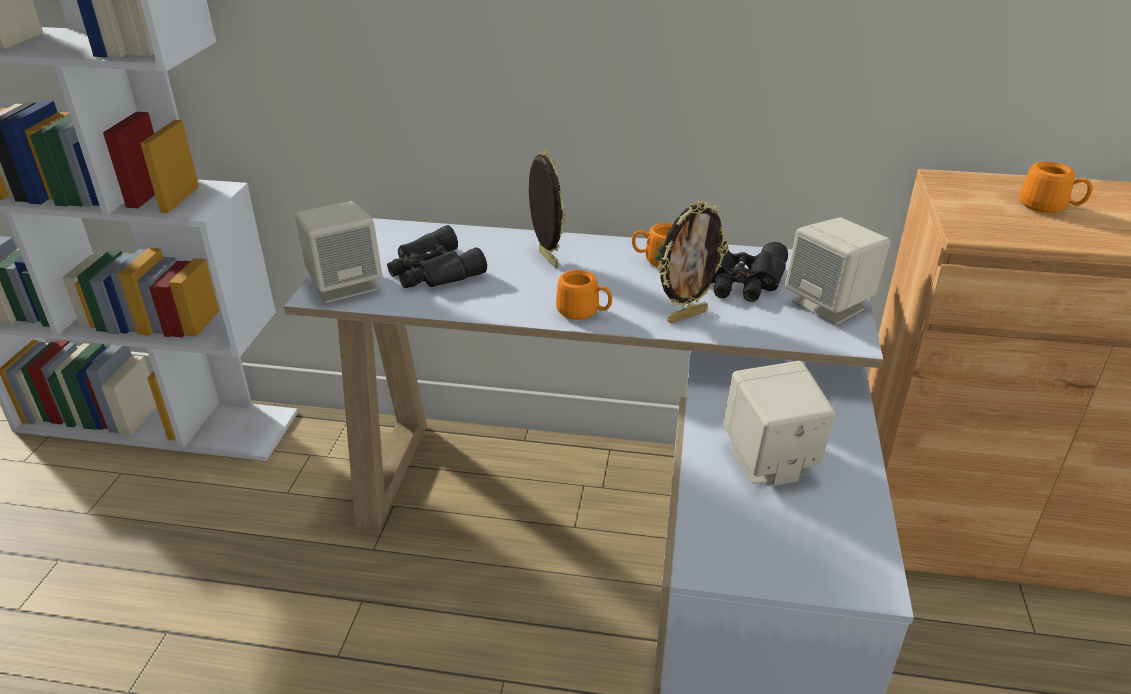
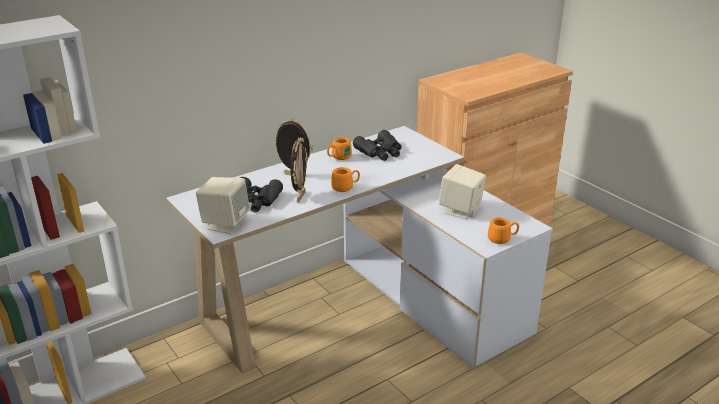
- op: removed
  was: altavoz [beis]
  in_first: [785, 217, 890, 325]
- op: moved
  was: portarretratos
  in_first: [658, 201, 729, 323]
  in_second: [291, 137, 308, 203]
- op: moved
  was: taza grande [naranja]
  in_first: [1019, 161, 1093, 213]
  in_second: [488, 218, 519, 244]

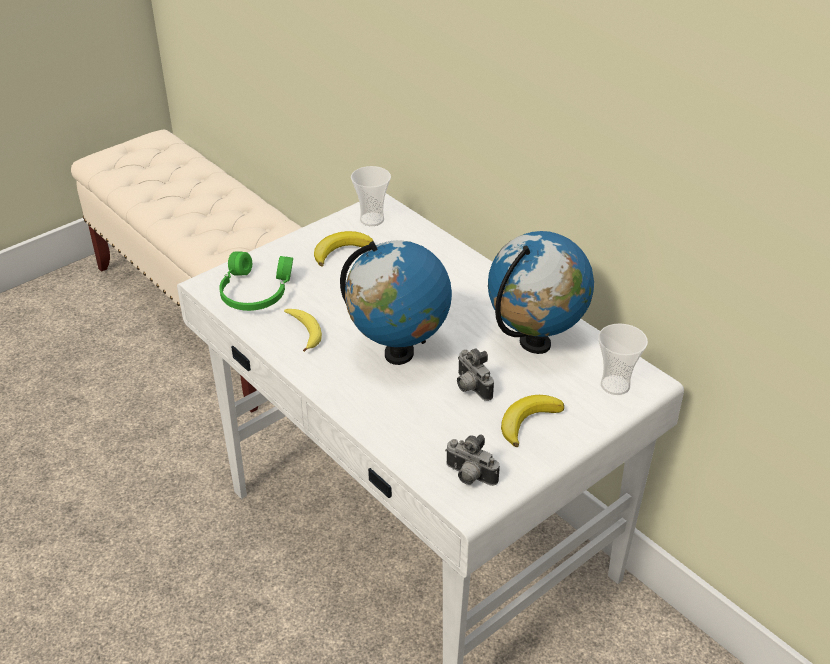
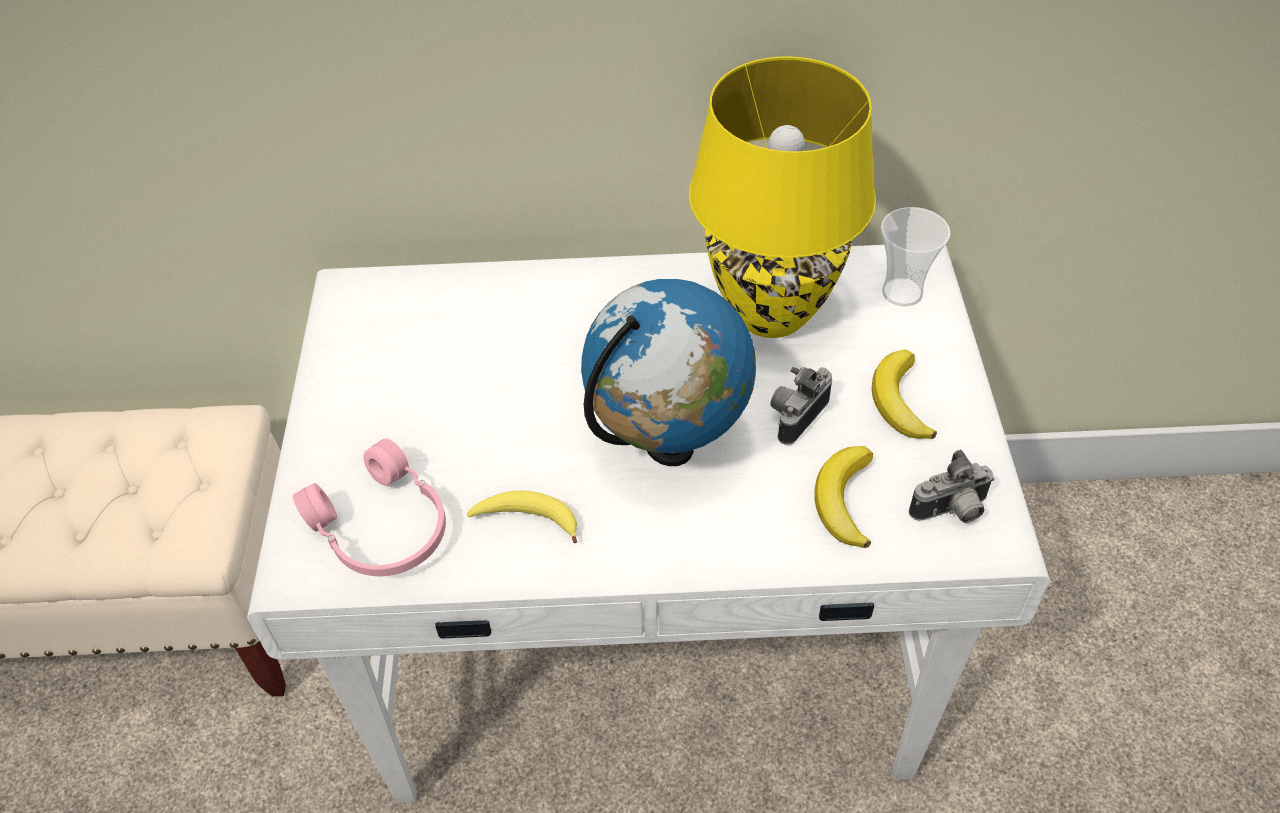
- op: removed
  was: taza
  in_first: [351, 166, 391, 226]
- op: moved
  was: plátano
  in_first: [314, 231, 373, 267]
  in_second: [815, 446, 873, 548]
- op: replaced
  was: globo terráqueo
  now: lámpara de mesa [amarillo]
  in_first: [488, 231, 594, 354]
  in_second: [689, 56, 876, 338]
- op: recoloured
  was: auriculares [verde]
  now: auriculares [rosa]
  in_first: [219, 252, 293, 311]
  in_second: [293, 438, 446, 576]
- op: turned
  was: cámara
  in_first: [457, 349, 494, 401]
  in_second: [770, 367, 832, 445]
  clockwise: 120

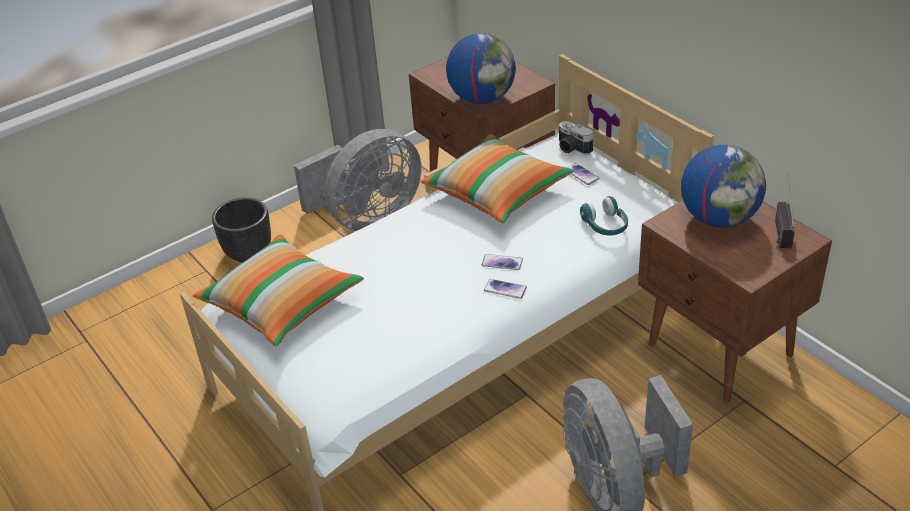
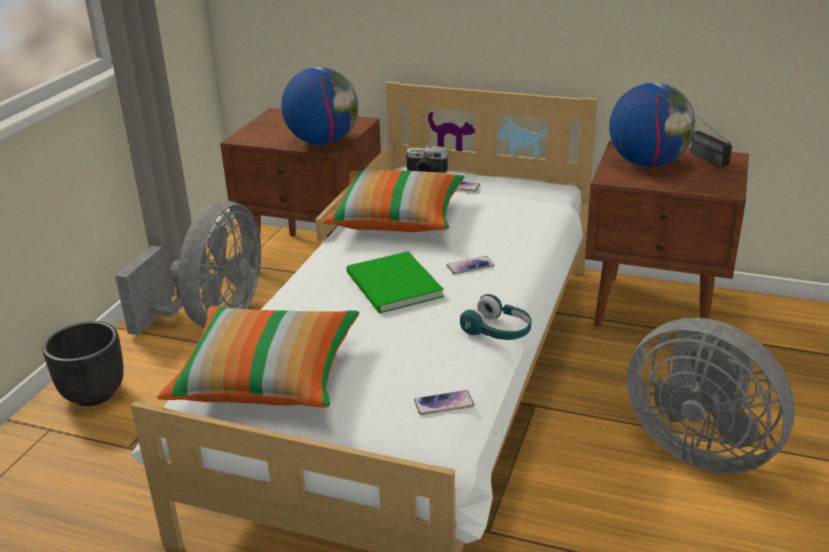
- op: added
  now: libro [verde]
  in_second: [346, 252, 444, 313]
- op: moved
  was: móvil
  in_first: [484, 279, 527, 299]
  in_second: [414, 390, 474, 415]
- op: moved
  was: auriculares [turquesa]
  in_first: [580, 196, 628, 235]
  in_second: [460, 294, 531, 340]

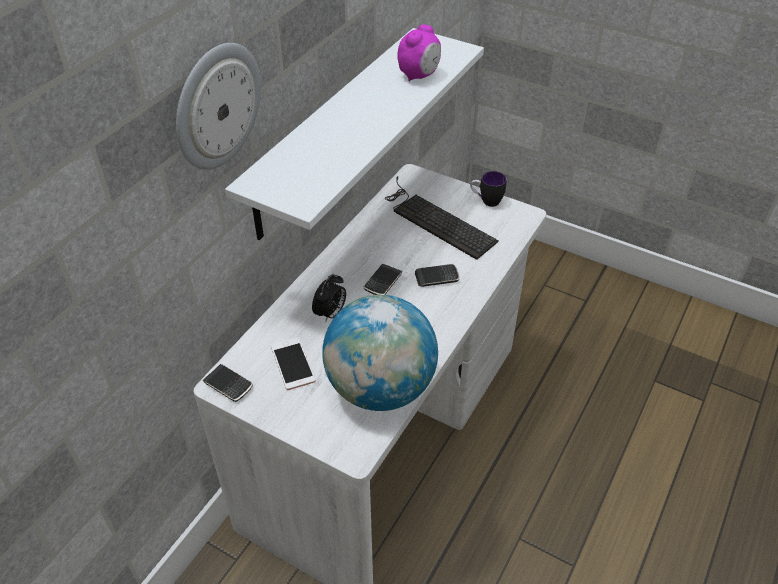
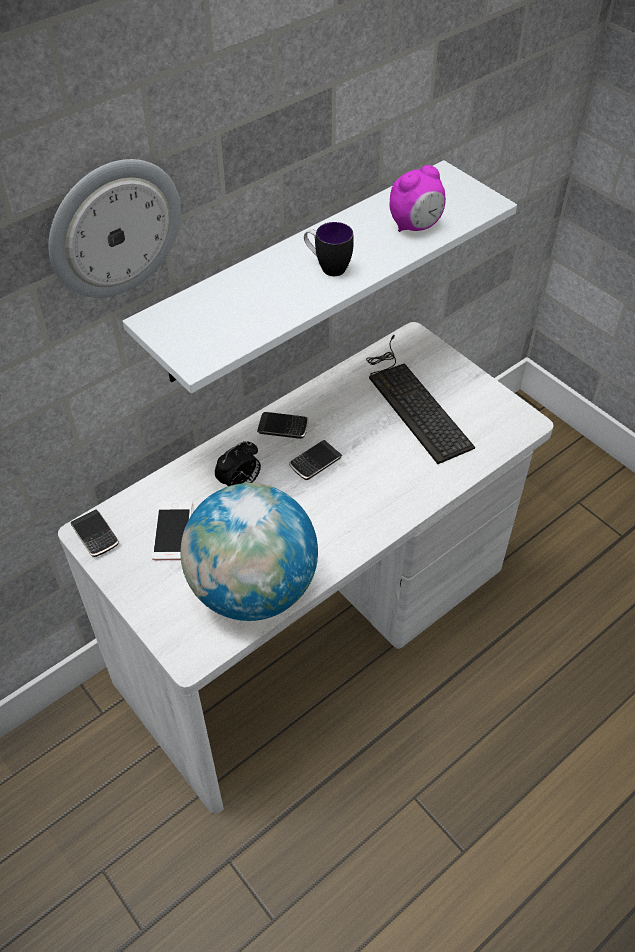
- op: moved
  was: móvil
  in_first: [415, 264, 459, 287]
  in_second: [257, 412, 309, 439]
- op: moved
  was: taza grande
  in_first: [470, 171, 507, 207]
  in_second: [304, 222, 354, 276]

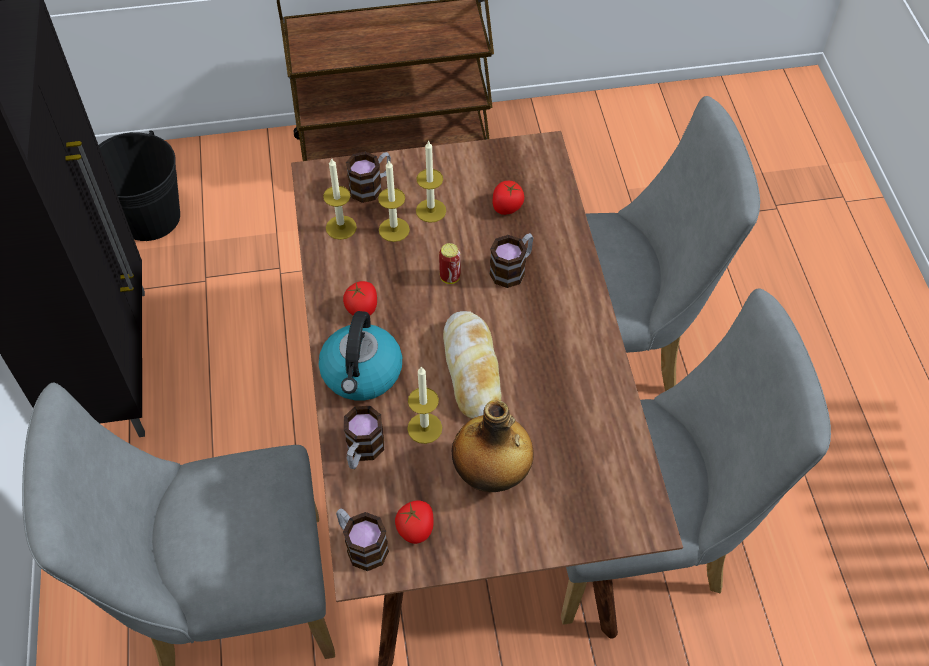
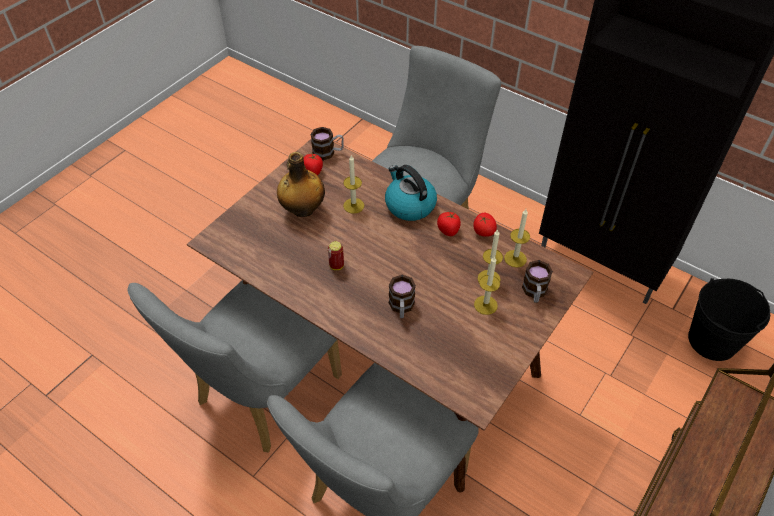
- op: removed
  was: taza grande
  in_first: [344, 406, 384, 469]
- op: removed
  was: pan
  in_first: [443, 311, 501, 419]
- op: moved
  was: lata
  in_first: [439, 243, 460, 284]
  in_second: [328, 241, 344, 270]
- op: moved
  was: tomate
  in_first: [492, 181, 524, 215]
  in_second: [473, 213, 497, 237]

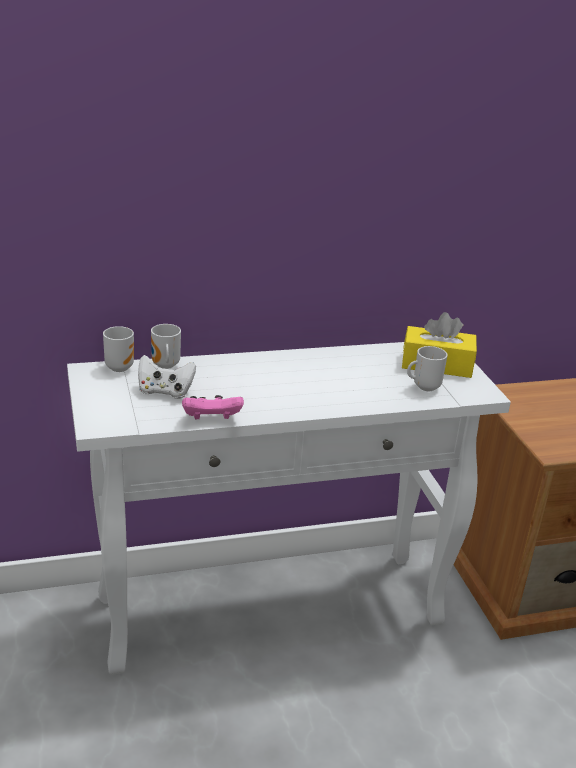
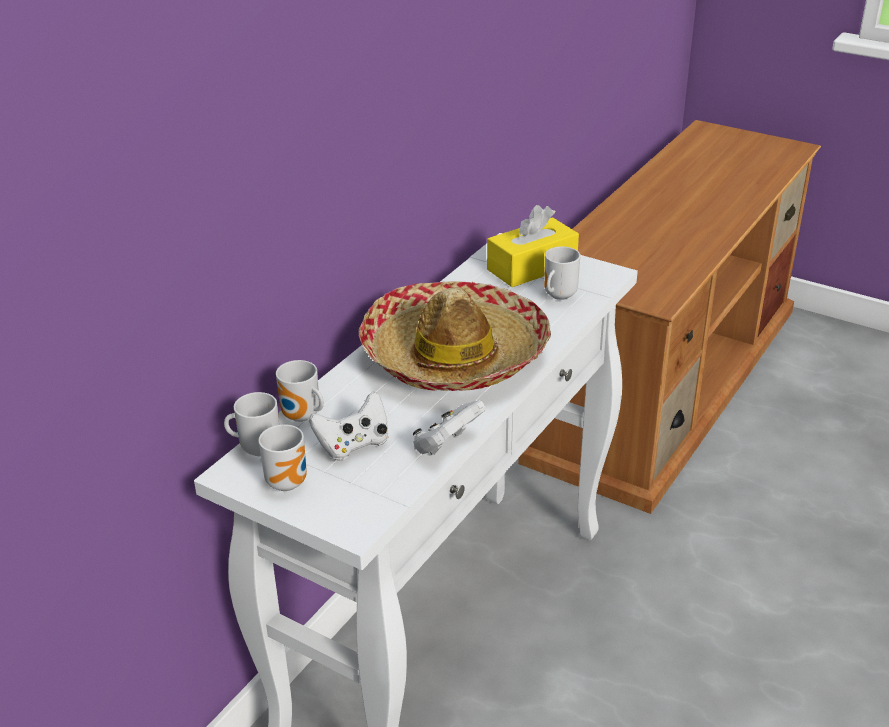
- op: added
  now: taza grande
  in_second: [259, 424, 307, 491]
- op: added
  now: sombrero
  in_second: [359, 281, 551, 391]
- op: recoloured
  was: mando de consola [rosa]
  now: mando de consola [blanco]
  in_first: [182, 395, 244, 420]
  in_second: [413, 400, 486, 455]

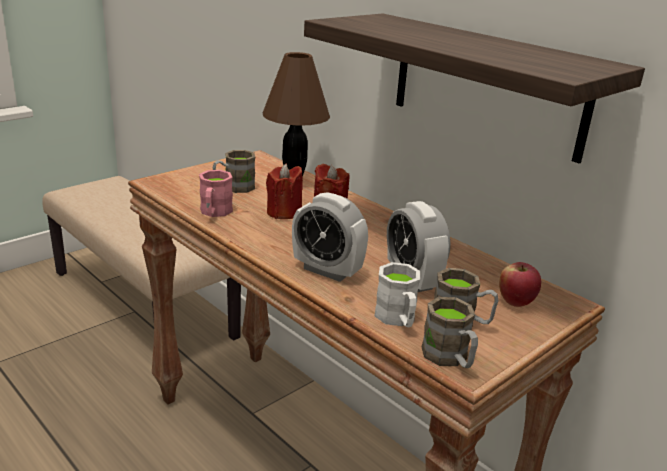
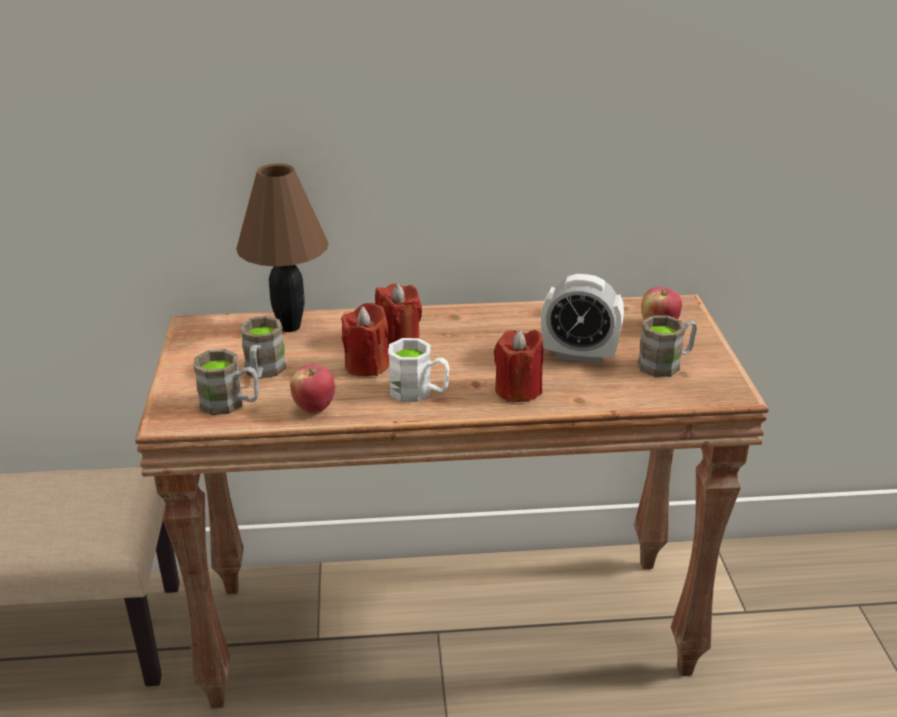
- op: removed
  was: estante
  in_first: [304, 13, 645, 164]
- op: moved
  was: taza grande [blanco]
  in_first: [375, 262, 420, 327]
  in_second: [388, 338, 450, 402]
- op: moved
  was: taza grande [marrón]
  in_first: [421, 297, 478, 368]
  in_second: [193, 349, 259, 415]
- op: replaced
  was: taza grande [rosa]
  now: manzana
  in_first: [199, 170, 233, 217]
  in_second: [290, 364, 335, 414]
- op: replaced
  was: despertador
  now: vela [rojo]
  in_first: [292, 192, 368, 282]
  in_second: [494, 329, 544, 402]

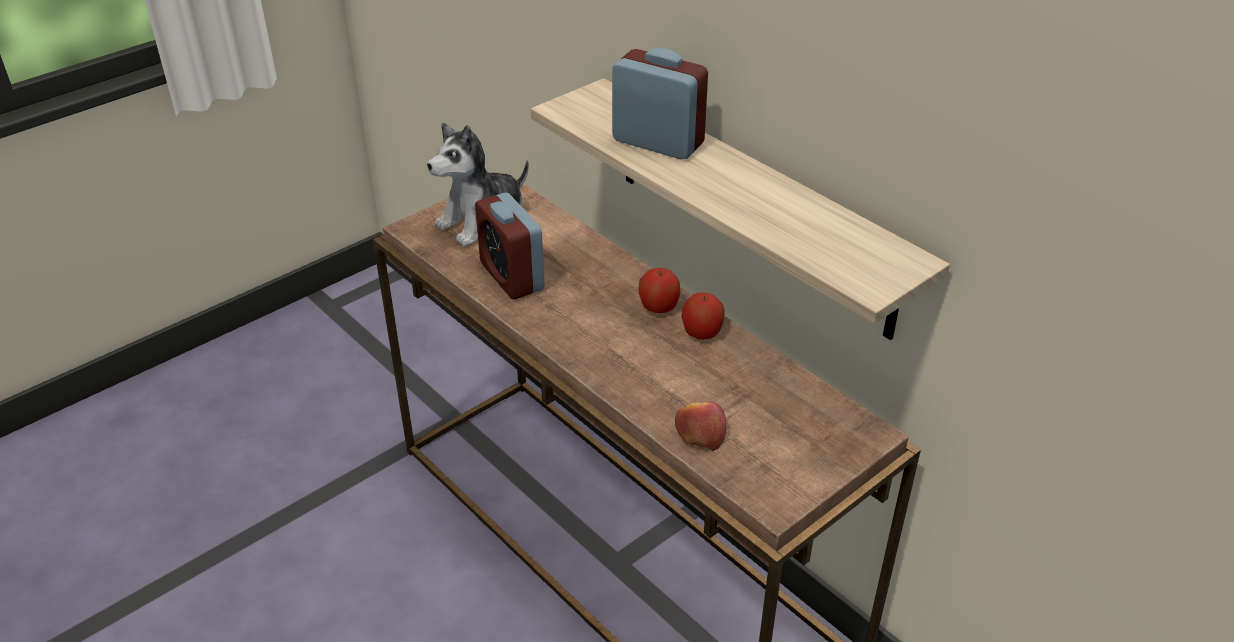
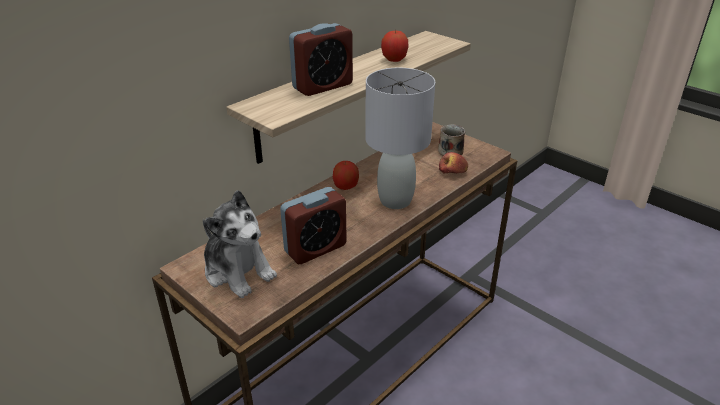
- op: added
  now: lámpara de mesa [gris]
  in_second: [365, 68, 435, 209]
- op: added
  now: taza grande
  in_second: [438, 124, 465, 156]
- op: moved
  was: manzana
  in_first: [681, 292, 725, 340]
  in_second: [381, 30, 408, 62]
- op: turned
  was: despertador
  in_first: [612, 48, 708, 159]
  in_second: [289, 23, 353, 96]
  clockwise: -150

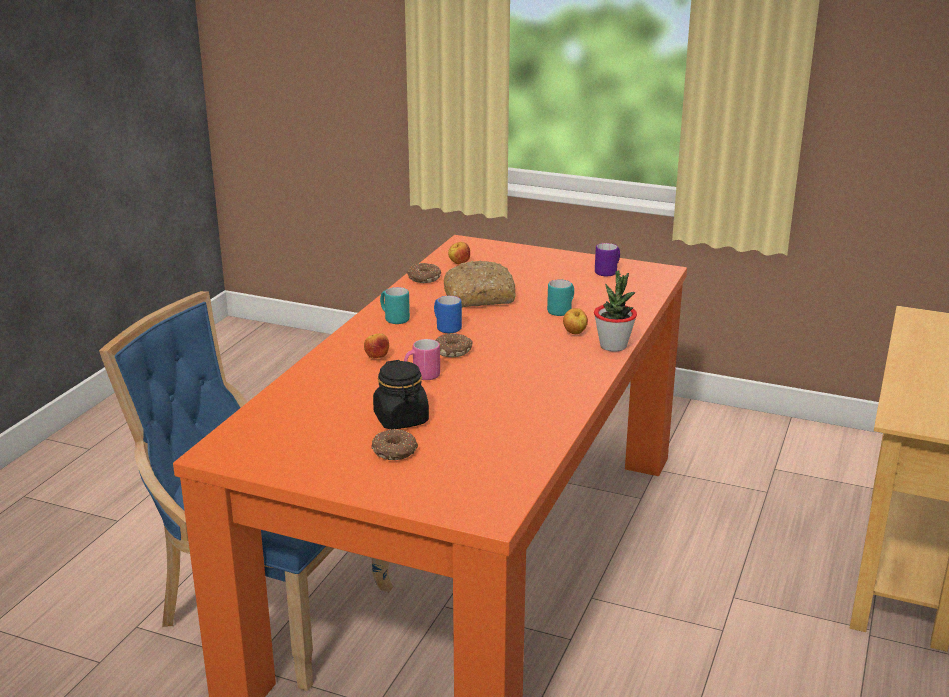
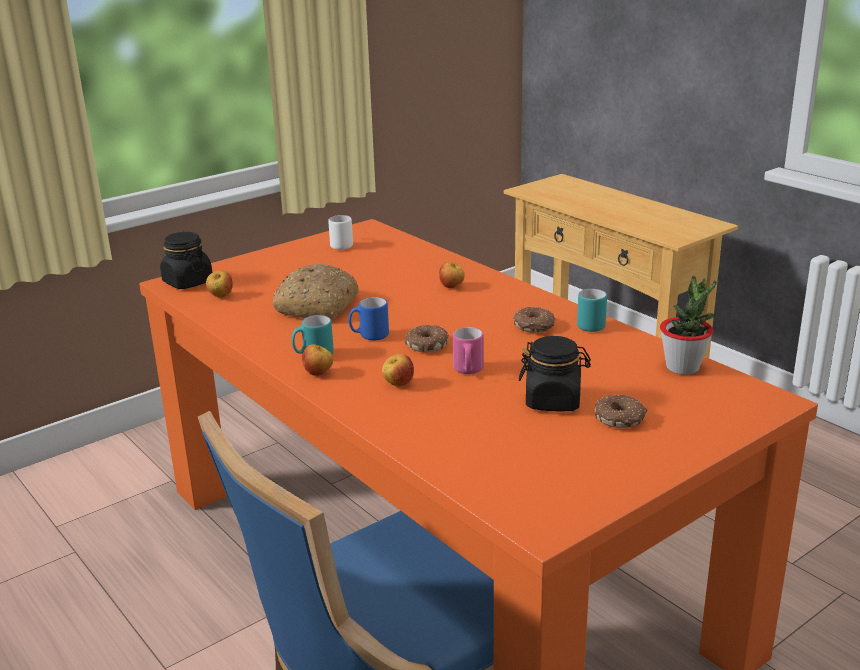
- op: added
  now: tarro [negro]
  in_second: [160, 232, 212, 289]
- op: added
  now: manzana
  in_second: [302, 344, 333, 376]
- op: moved
  was: rosquilla
  in_first: [407, 263, 441, 283]
  in_second: [513, 306, 555, 333]
- op: moved
  was: taza grande [turquesa]
  in_first: [547, 279, 574, 316]
  in_second: [577, 289, 607, 332]
- op: moved
  was: planta en maceta
  in_first: [594, 270, 637, 351]
  in_second: [660, 276, 717, 375]
- op: recoloured
  was: taza grande [morado]
  now: taza grande [blanco]
  in_first: [595, 243, 620, 276]
  in_second: [328, 215, 353, 250]

